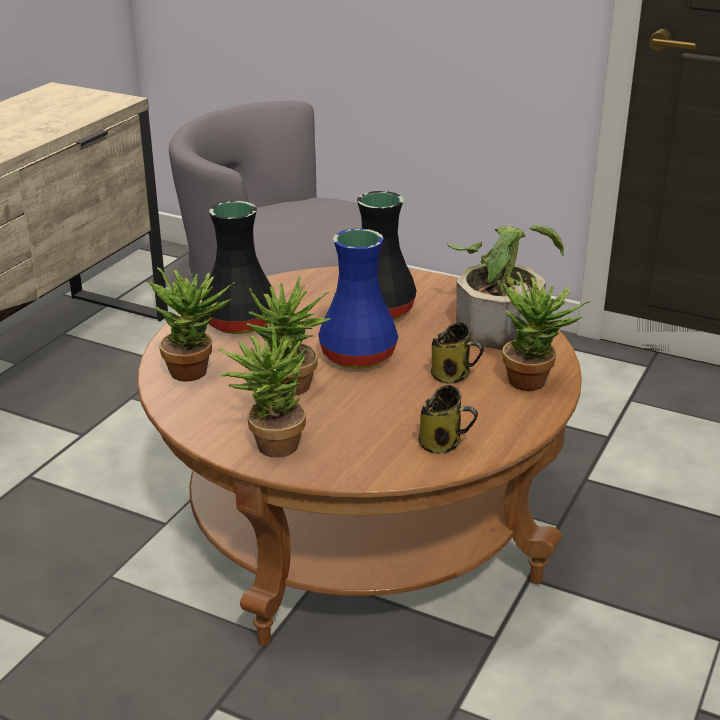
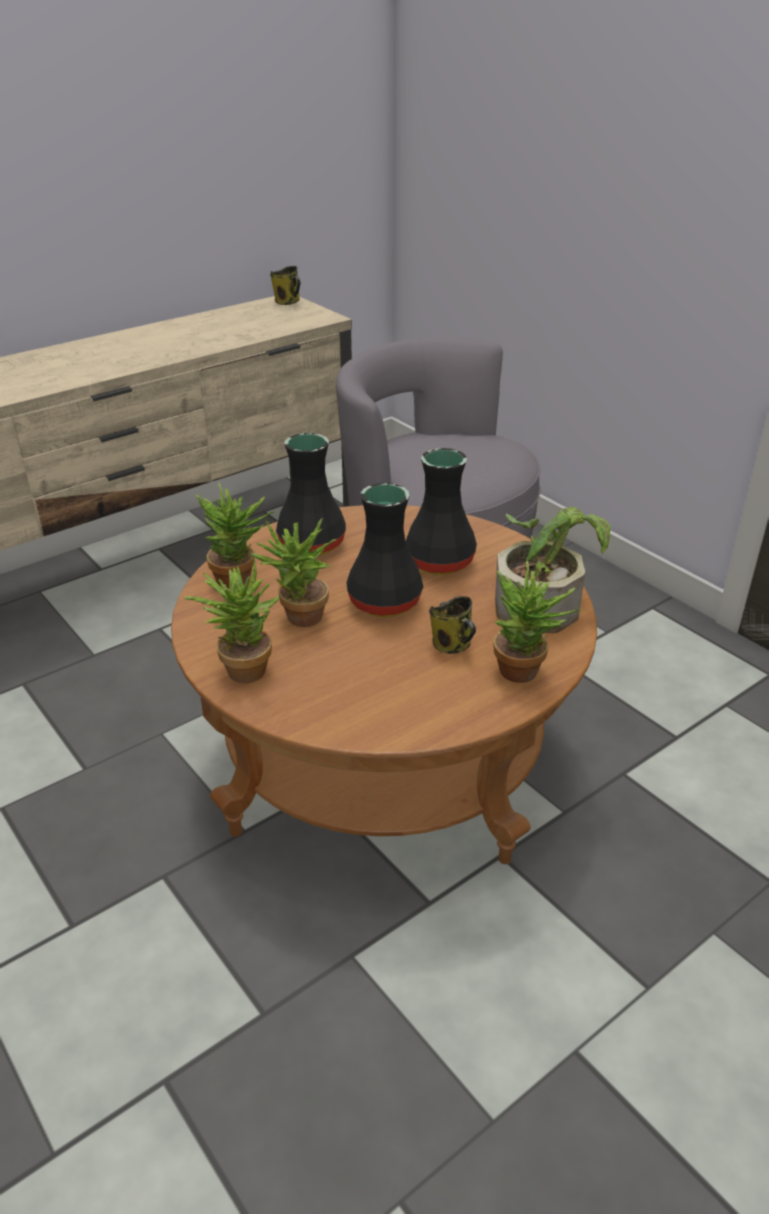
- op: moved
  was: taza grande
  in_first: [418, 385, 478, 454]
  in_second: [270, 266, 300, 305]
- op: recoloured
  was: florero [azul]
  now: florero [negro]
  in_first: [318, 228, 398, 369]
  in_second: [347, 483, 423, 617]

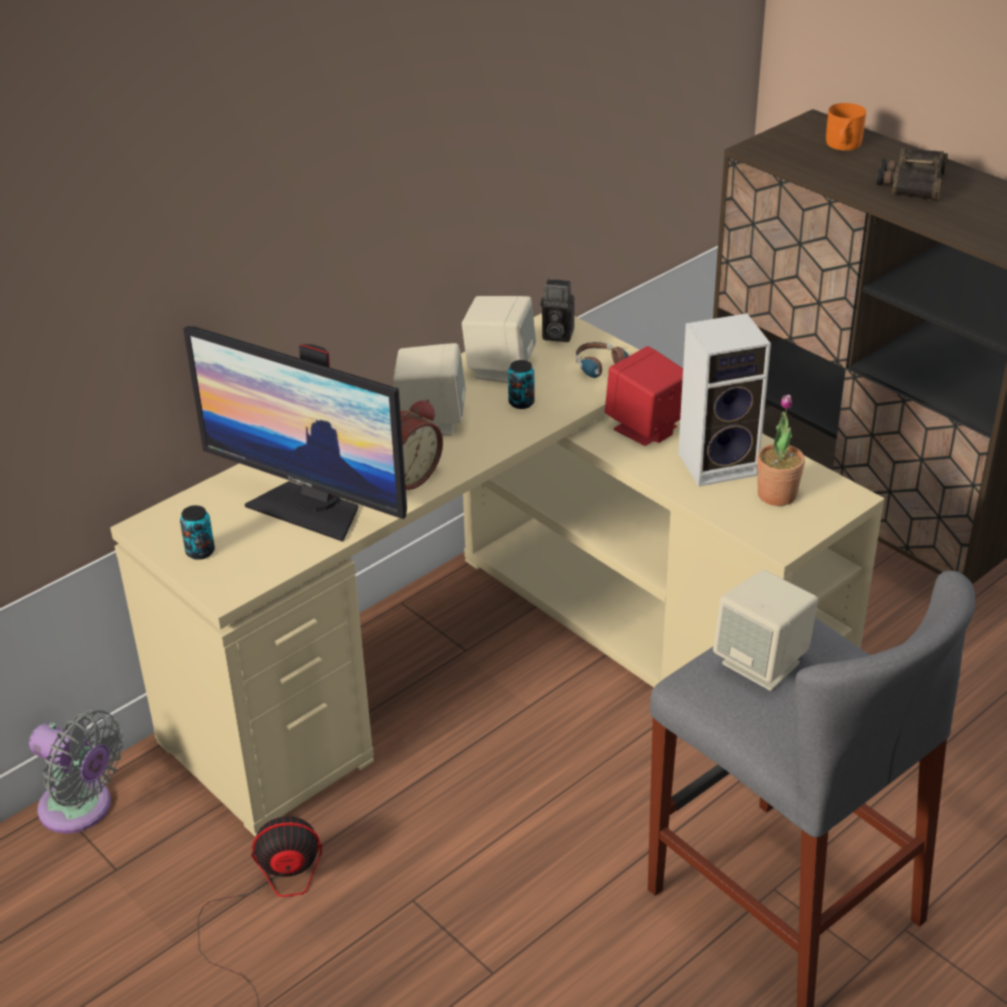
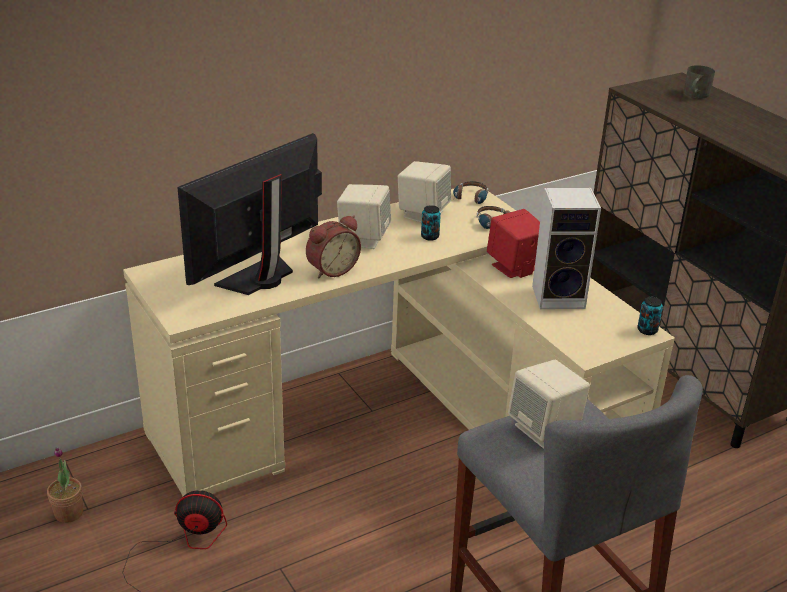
- op: removed
  was: ventilador [gris]
  in_first: [29, 710, 123, 834]
- op: removed
  was: prismáticos
  in_first: [877, 148, 948, 201]
- op: moved
  was: lata
  in_first: [180, 505, 215, 560]
  in_second: [637, 297, 663, 335]
- op: moved
  was: planta en maceta
  in_first: [757, 395, 805, 506]
  in_second: [47, 447, 83, 523]
- op: replaced
  was: cámara
  now: auriculares
  in_first: [541, 279, 574, 342]
  in_second: [452, 181, 488, 204]
- op: recoloured
  was: taza grande [naranja]
  now: taza grande [gris]
  in_first: [826, 103, 866, 150]
  in_second: [684, 65, 715, 99]
- op: turned
  was: monitor
  in_first: [183, 326, 407, 542]
  in_second: [177, 133, 322, 295]
  clockwise: 90

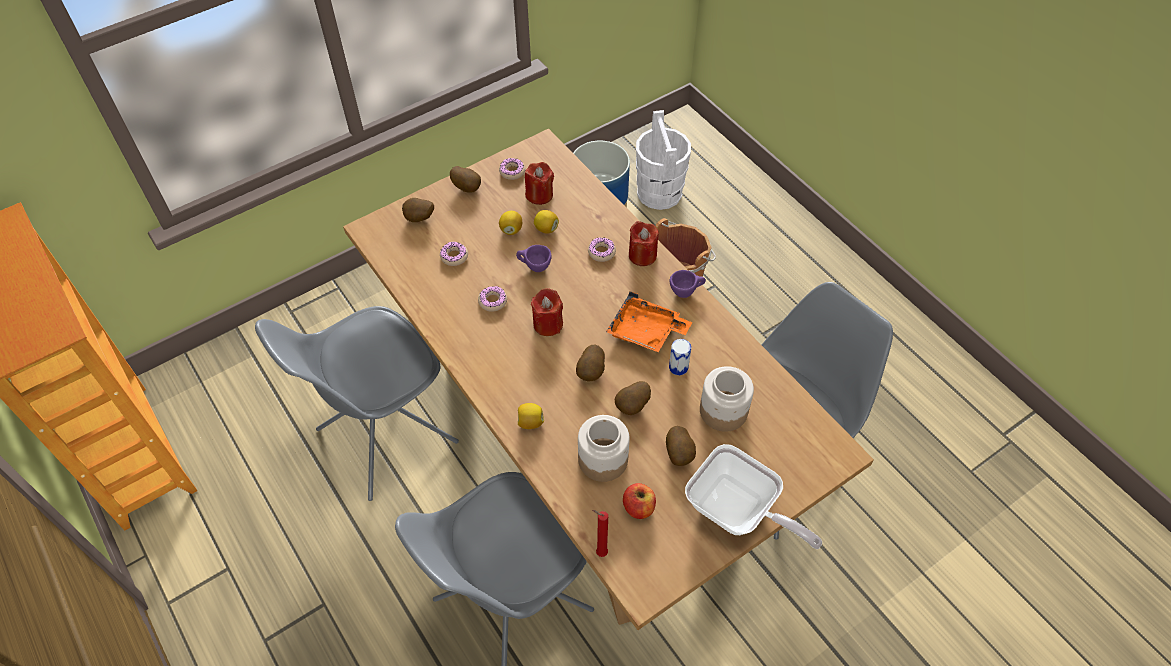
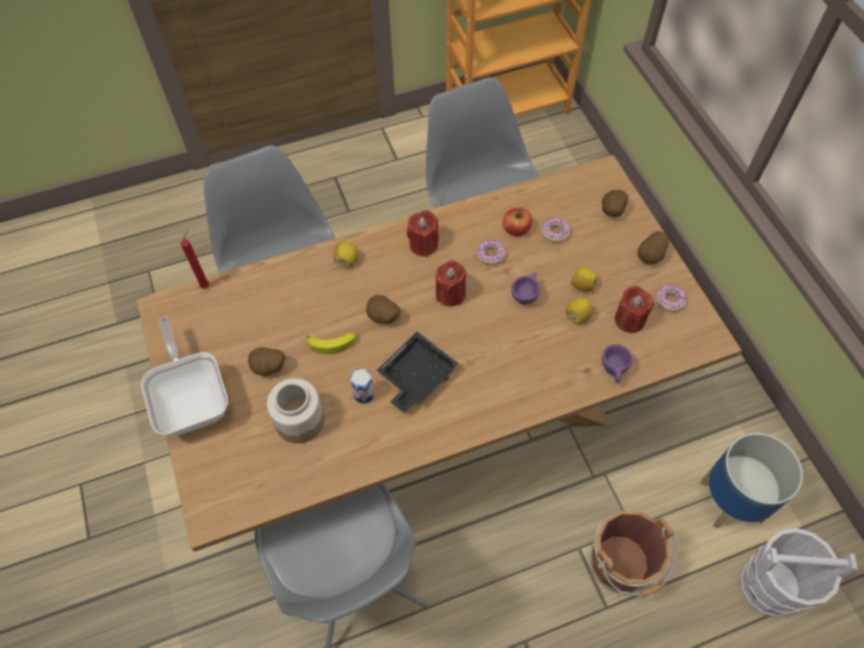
- op: removed
  was: tarro
  in_first: [578, 415, 630, 482]
- op: removed
  was: rosquilla
  in_first: [588, 237, 616, 262]
- op: moved
  was: manzana
  in_first: [623, 483, 656, 519]
  in_second: [503, 207, 532, 236]
- op: moved
  was: vela [rojo]
  in_first: [629, 221, 659, 266]
  in_second: [407, 210, 439, 257]
- op: moved
  was: taza [morado]
  in_first: [670, 270, 706, 298]
  in_second: [602, 344, 633, 384]
- op: replaced
  was: patata
  now: plátano
  in_first: [615, 381, 651, 415]
  in_second: [306, 332, 357, 354]
- op: recoloured
  was: bandeja [naranja]
  now: bandeja [negro]
  in_first: [606, 291, 692, 352]
  in_second: [377, 332, 459, 413]
- op: turned
  was: sartén
  in_first: [685, 444, 822, 549]
  in_second: [141, 317, 228, 436]
  clockwise: 105

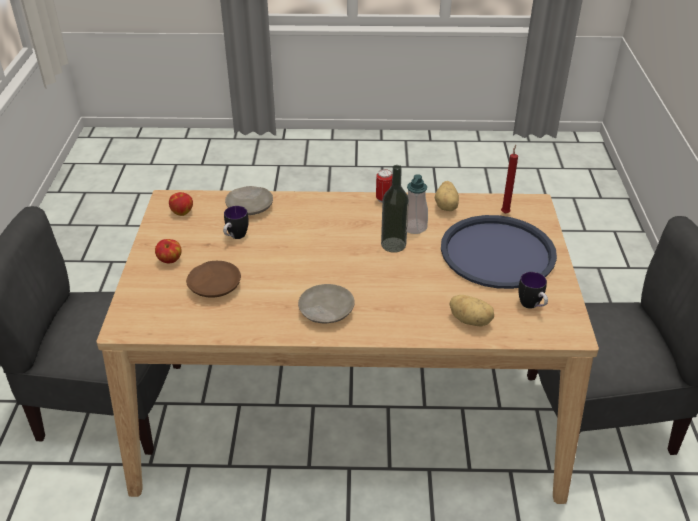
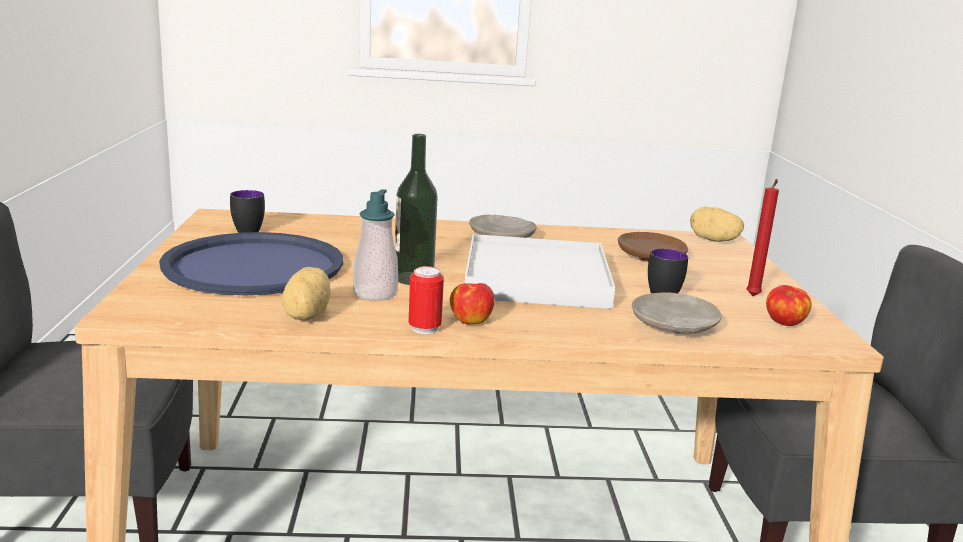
- op: added
  now: bandeja [blanco]
  in_second: [465, 234, 615, 309]
- op: moved
  was: manzana
  in_first: [155, 239, 182, 263]
  in_second: [450, 283, 495, 324]
- op: moved
  was: patata
  in_first: [449, 295, 494, 326]
  in_second: [690, 207, 744, 242]
- op: moved
  was: vela [rojo]
  in_first: [501, 145, 518, 214]
  in_second: [746, 179, 779, 296]

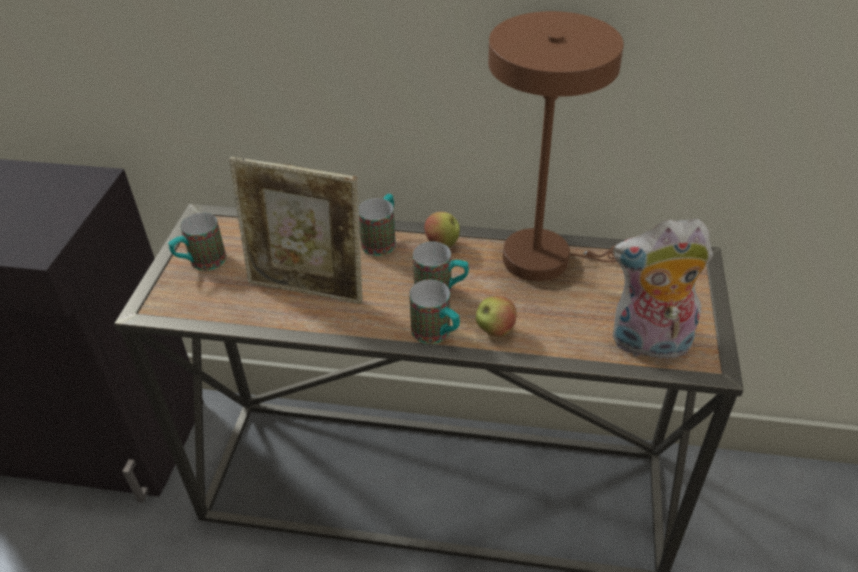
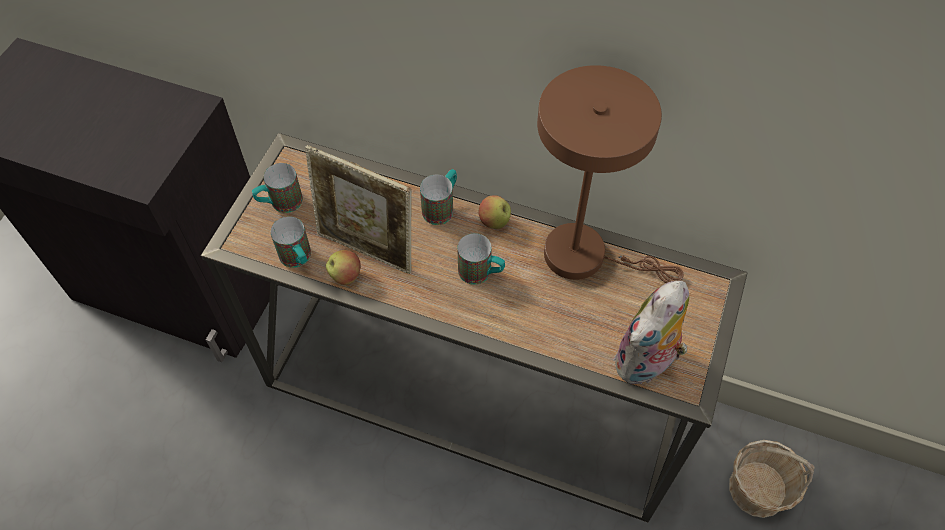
- op: added
  now: cesta
  in_second: [729, 440, 815, 518]
- op: moved
  was: taza grande
  in_first: [409, 280, 460, 344]
  in_second: [271, 216, 311, 268]
- op: moved
  was: manzana
  in_first: [476, 296, 517, 336]
  in_second: [326, 250, 361, 285]
- op: turned
  was: peluche
  in_first: [613, 219, 713, 365]
  in_second: [613, 281, 689, 384]
  clockwise: -60

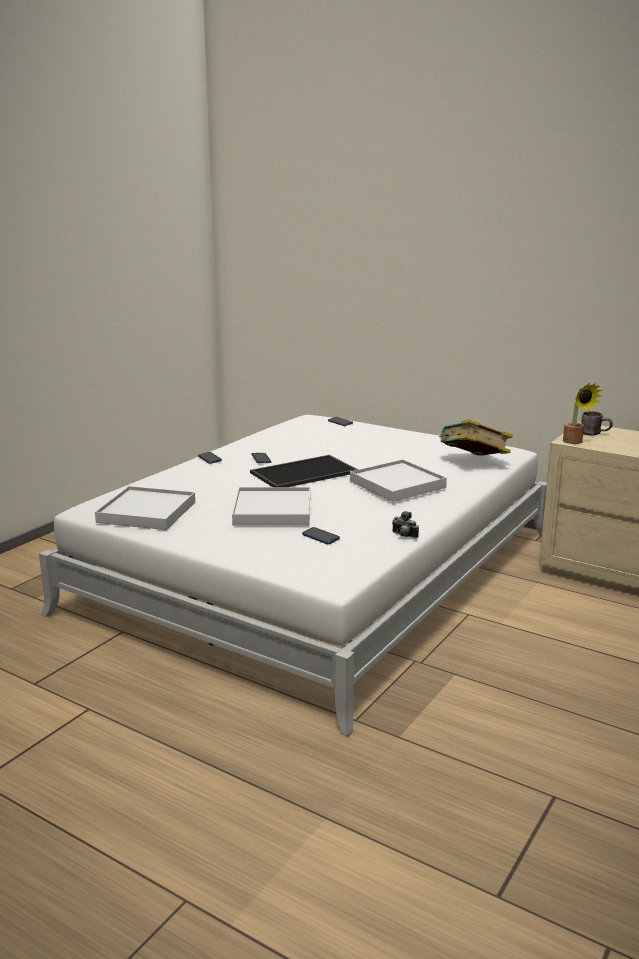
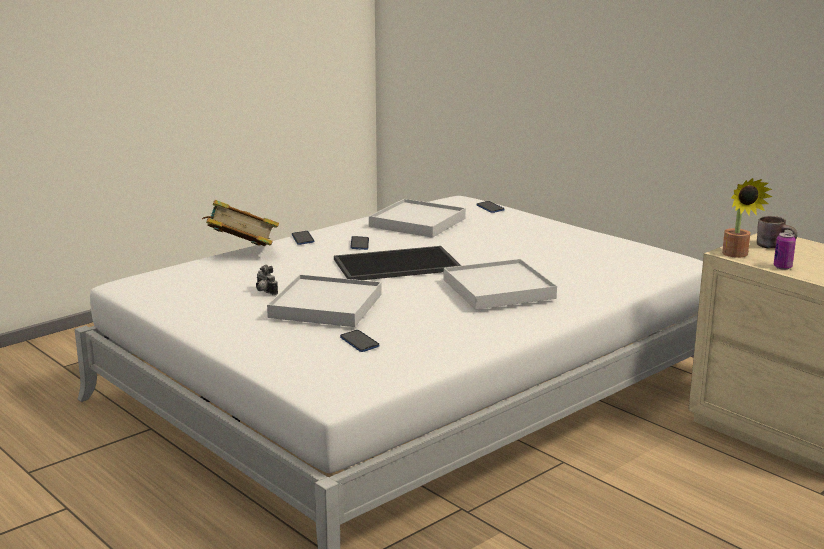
- op: added
  now: lata
  in_second: [774, 232, 796, 270]
- op: moved
  was: bandeja [blanco]
  in_first: [95, 486, 195, 530]
  in_second: [369, 199, 466, 238]
- op: moved
  was: cámara
  in_first: [392, 511, 419, 538]
  in_second: [256, 265, 278, 295]
- op: moved
  was: libro
  in_first: [439, 419, 513, 456]
  in_second: [202, 200, 279, 246]

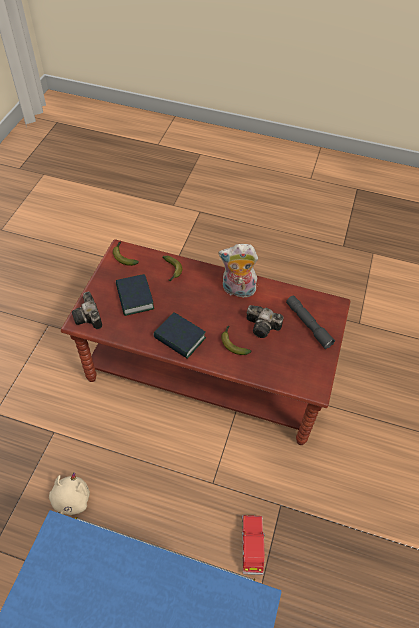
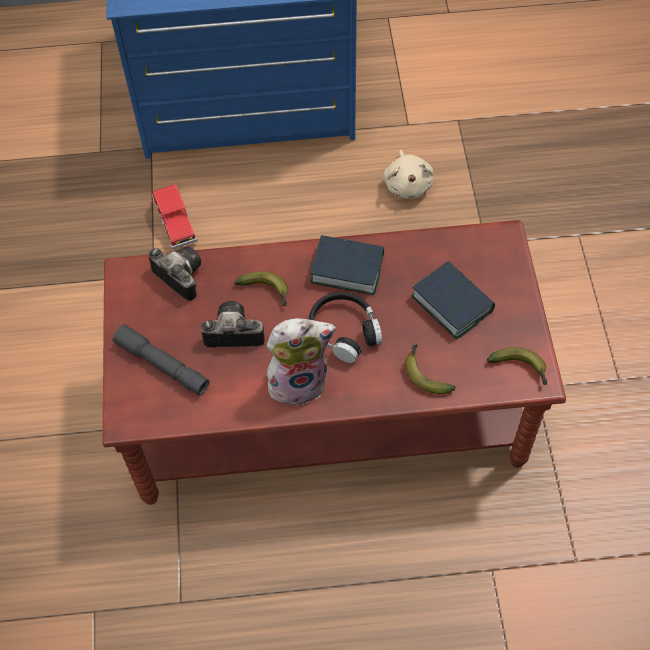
- op: added
  now: auriculares [negro]
  in_second: [309, 292, 382, 363]
- op: moved
  was: cámara
  in_first: [72, 291, 102, 329]
  in_second: [148, 246, 201, 301]

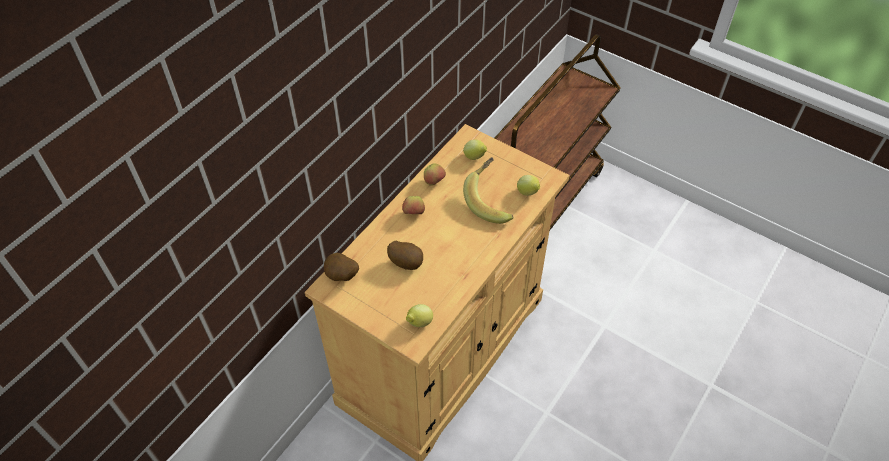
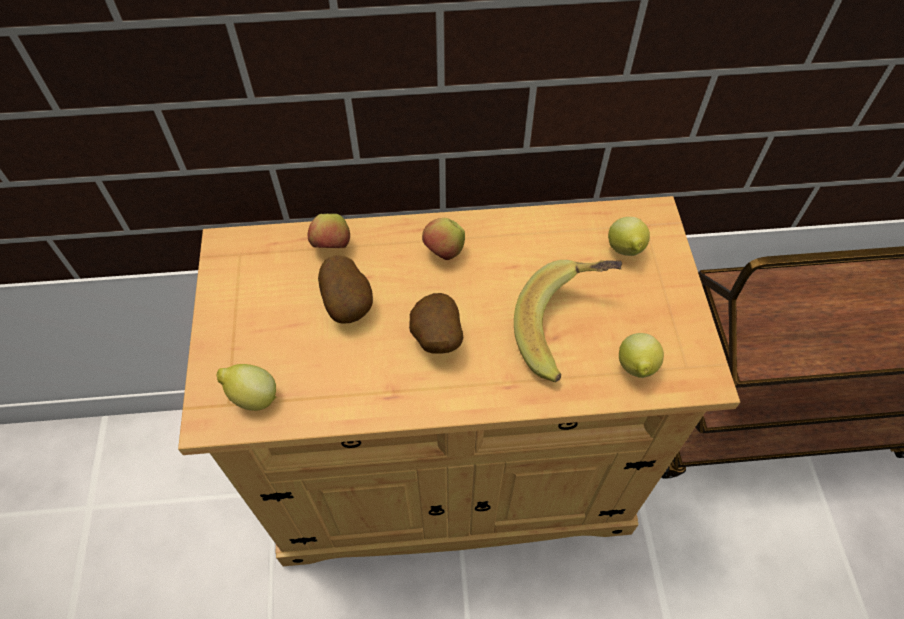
- op: moved
  was: patata
  in_first: [324, 253, 359, 281]
  in_second: [409, 293, 463, 354]
- op: moved
  was: manzana
  in_first: [424, 163, 446, 185]
  in_second: [308, 214, 350, 248]

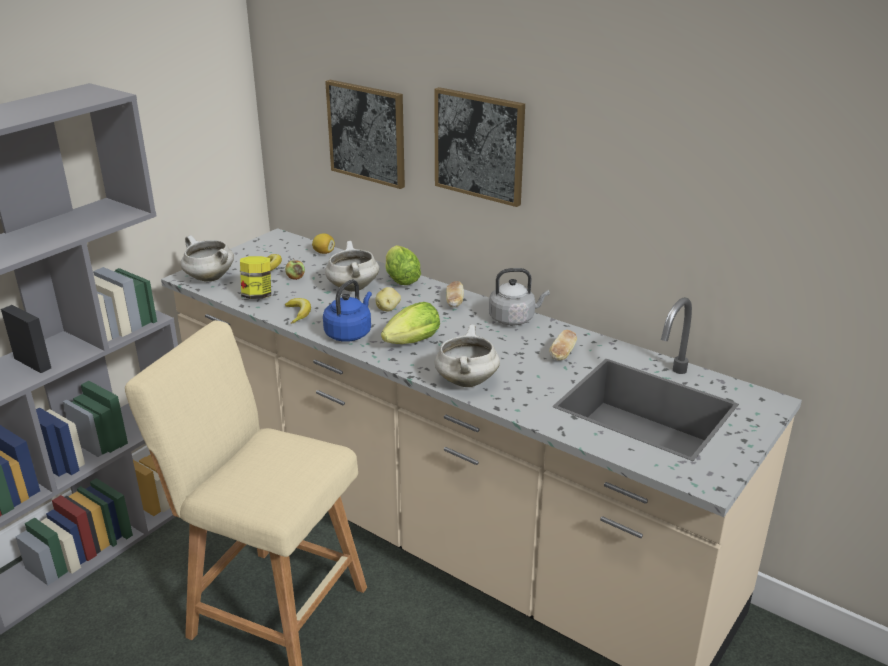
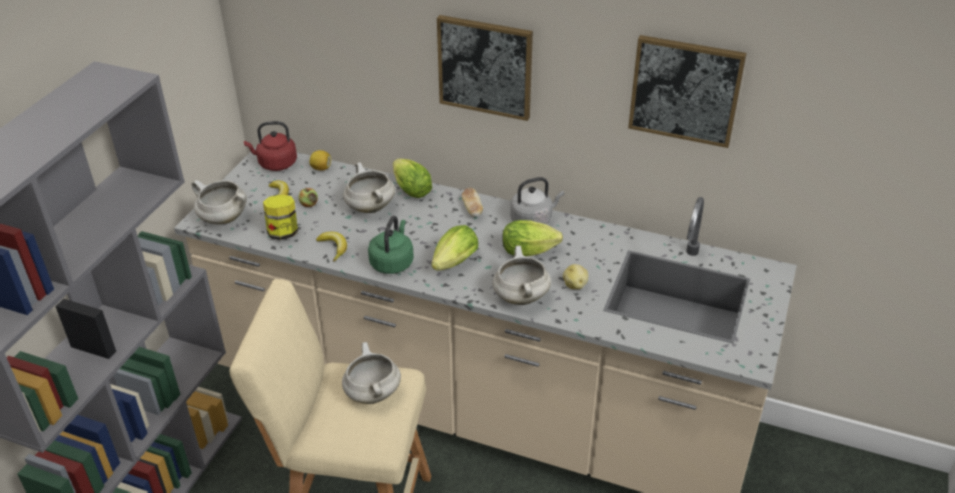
- op: removed
  was: pan
  in_first: [549, 330, 577, 361]
- op: added
  now: hervidor [rojo]
  in_second: [244, 121, 297, 171]
- op: added
  now: olla [blanco]
  in_second: [342, 342, 401, 404]
- op: added
  now: lechuga
  in_second: [502, 220, 563, 256]
- op: moved
  was: cuadro
  in_first: [325, 80, 405, 189]
  in_second: [628, 35, 747, 148]
- op: moved
  was: patata
  in_first: [375, 287, 401, 312]
  in_second: [563, 264, 588, 289]
- op: recoloured
  was: hervidor [azul]
  now: hervidor [verde]
  in_first: [323, 279, 372, 342]
  in_second: [368, 216, 414, 274]

